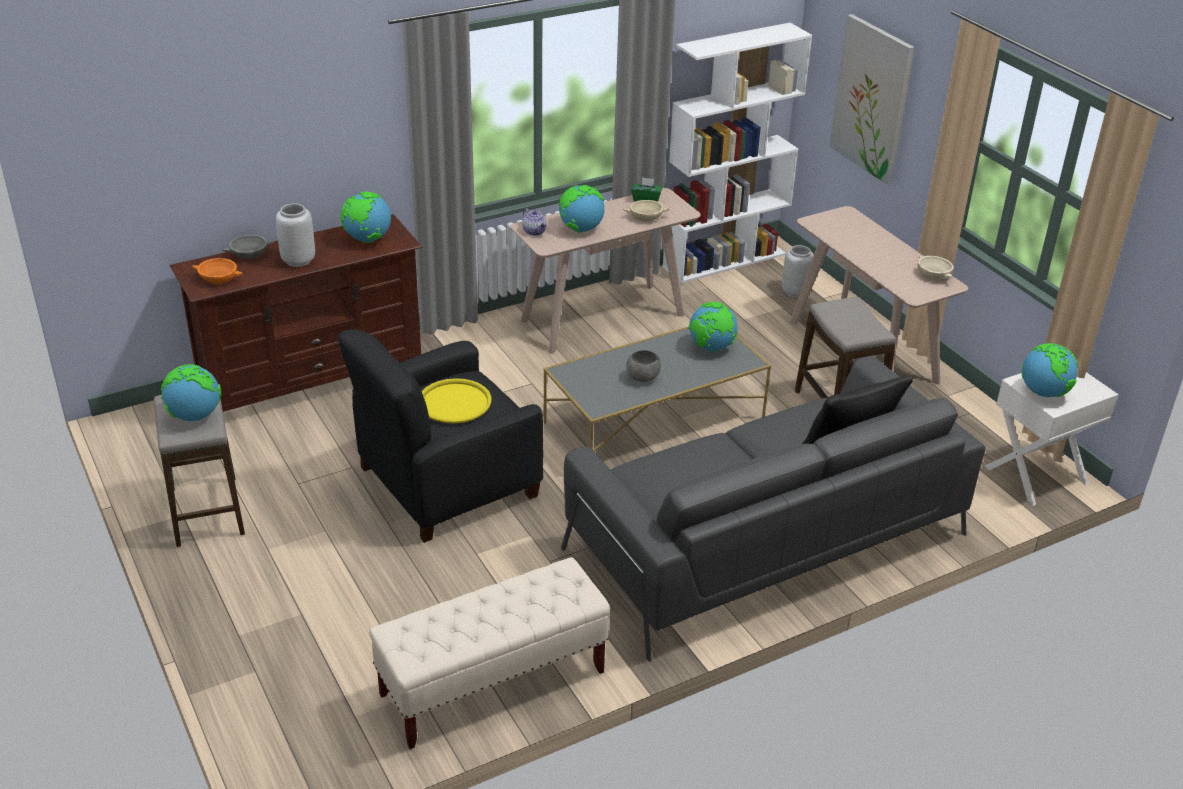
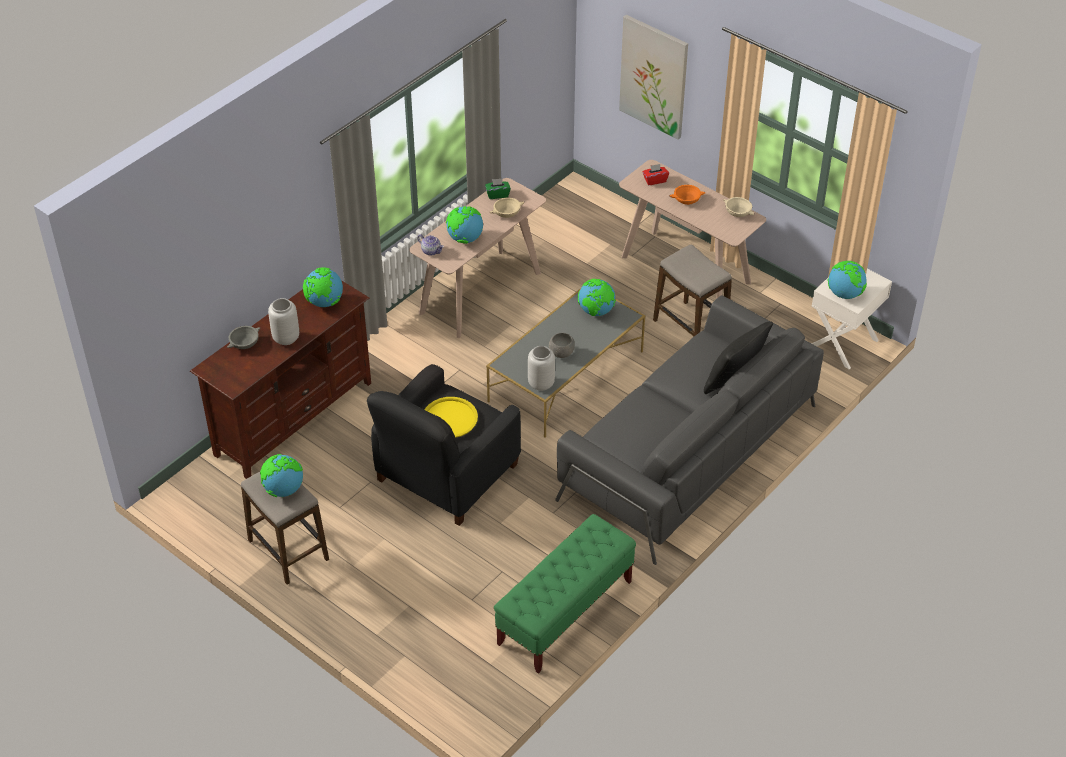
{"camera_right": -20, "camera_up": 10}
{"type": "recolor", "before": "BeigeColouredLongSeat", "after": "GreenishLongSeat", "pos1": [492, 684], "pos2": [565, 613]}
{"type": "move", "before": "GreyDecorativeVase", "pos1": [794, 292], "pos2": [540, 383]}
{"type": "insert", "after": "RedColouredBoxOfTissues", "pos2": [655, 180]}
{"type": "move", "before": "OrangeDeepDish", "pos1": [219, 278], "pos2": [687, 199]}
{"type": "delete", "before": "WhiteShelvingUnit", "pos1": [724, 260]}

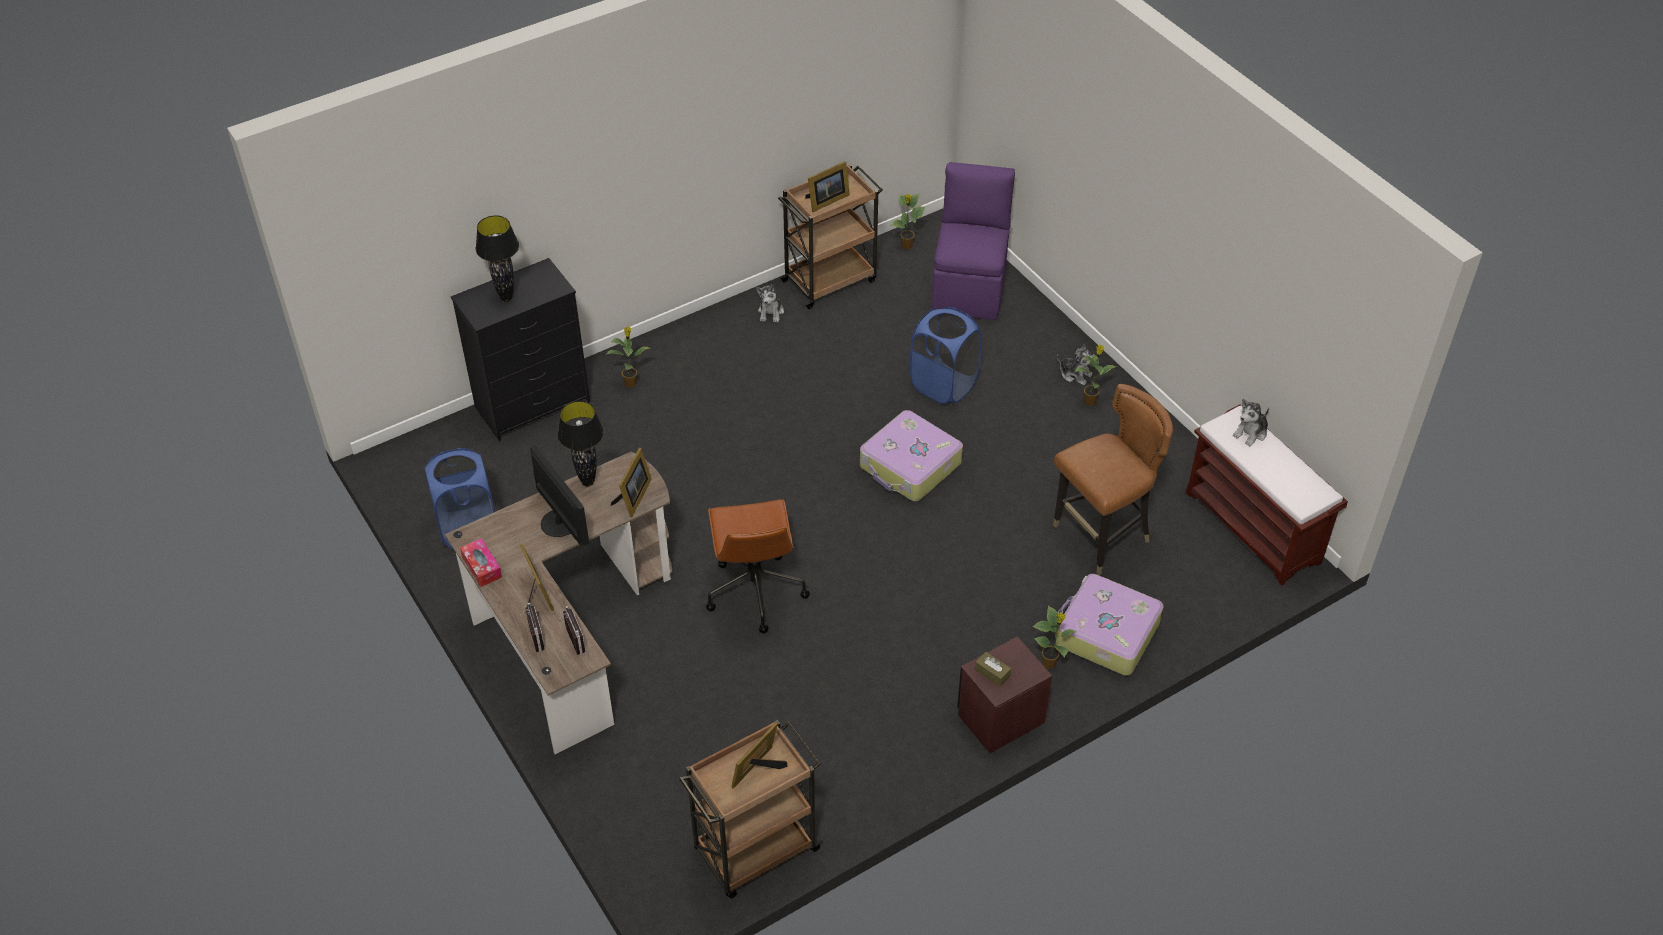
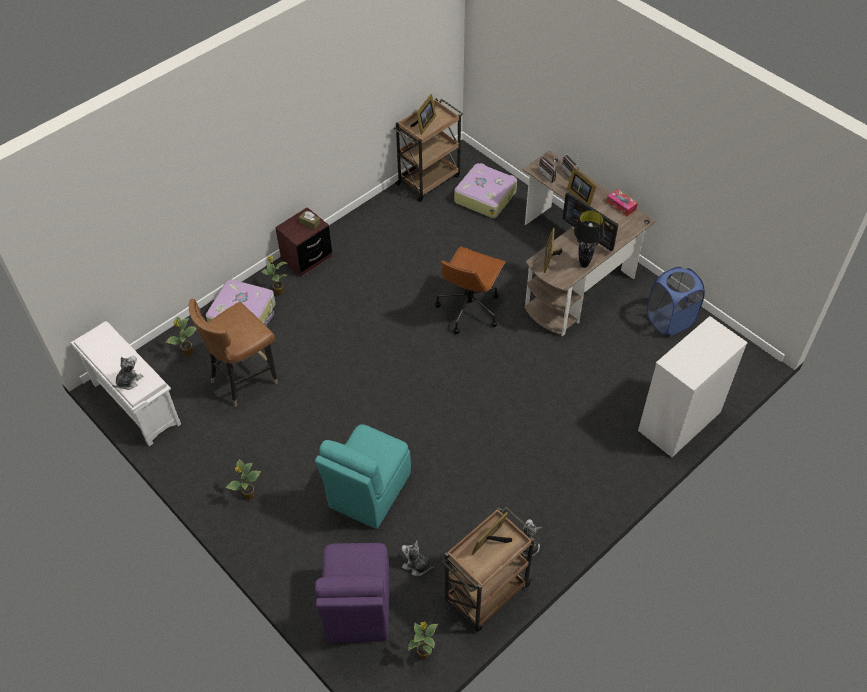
{"camera_right": 170, "camera_up": 5}
{"type": "recolor", "before": "BrownishLongSeat", "after": "WhiteLongSeat", "pos1": [1254, 528], "pos2": [135, 403]}
{"type": "move", "before": "PlantInAPot", "pos1": [631, 383], "pos2": [188, 353]}
{"type": "replace", "before": "BlueColouredLaundryBasket", "after": "TurquoiseColouredPlainChair", "pos1": [943, 385], "pos2": [368, 492]}
{"type": "move", "before": "SoftToy", "pos1": [1075, 374], "pos2": [416, 565]}
{"type": "rotate", "before": "BrownishComputerChair", "pos1": [755, 591], "pos2": [469, 308], "turn": -135}
{"type": "move", "before": "TravelCase", "pos1": [910, 466], "pos2": [485, 196]}
{"type": "recolor", "before": "BlackDresser", "after": "WhiteDresser", "pos1": [533, 404], "pos2": [679, 422]}
{"type": "delete", "before": "BlackTabletopLamp", "pos1": [506, 298]}

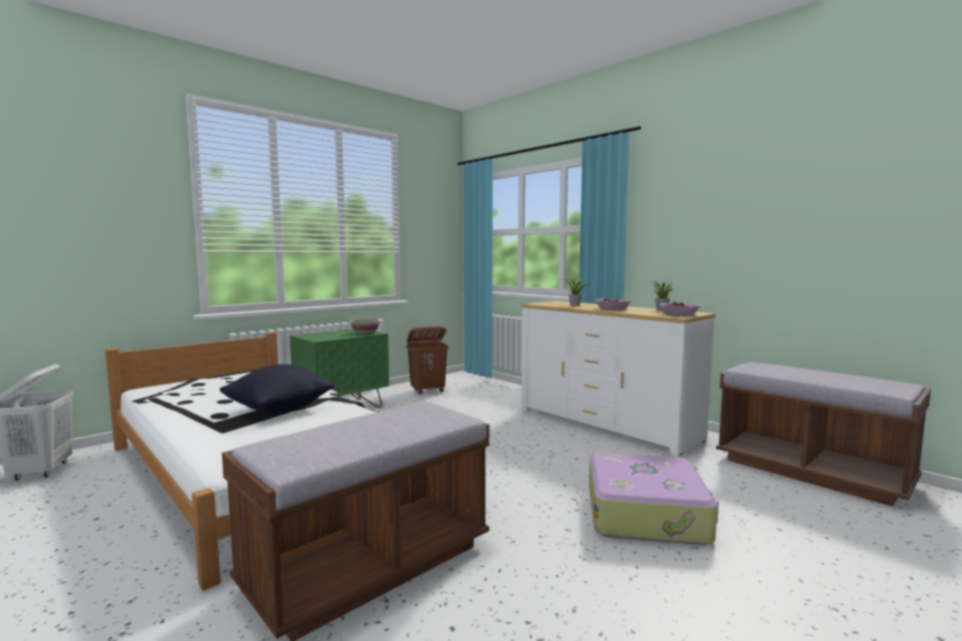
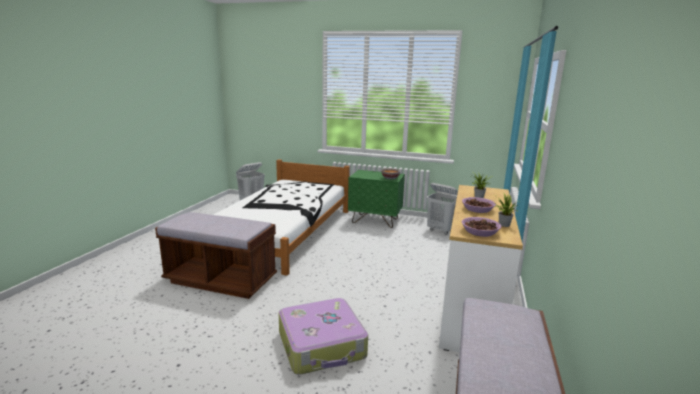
{"camera_right": 60, "camera_up": 10}
{"type": "recolor", "before": "BrownishLaundryBasket", "after": "WhiteLaundryBasket", "pos1": [428, 391], "pos2": [440, 230]}
{"type": "delete", "before": "BlackPillow", "pos1": [279, 409]}

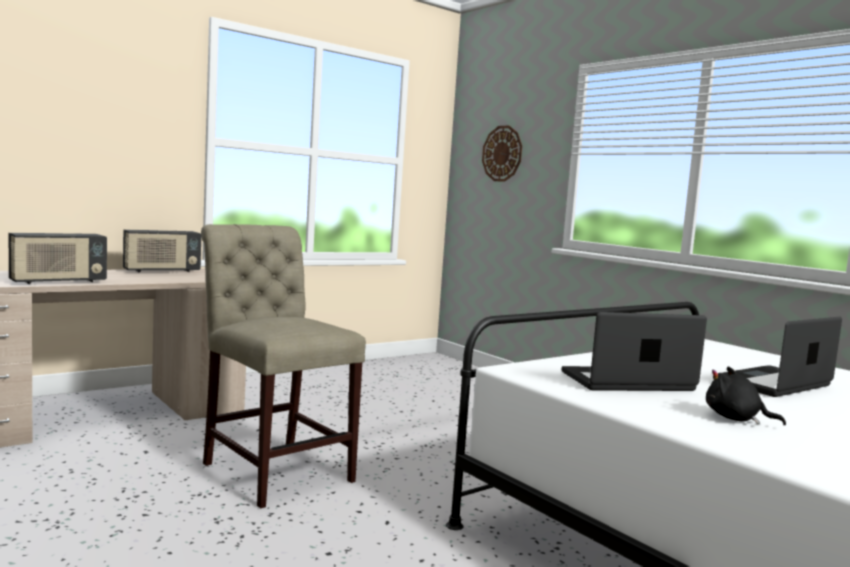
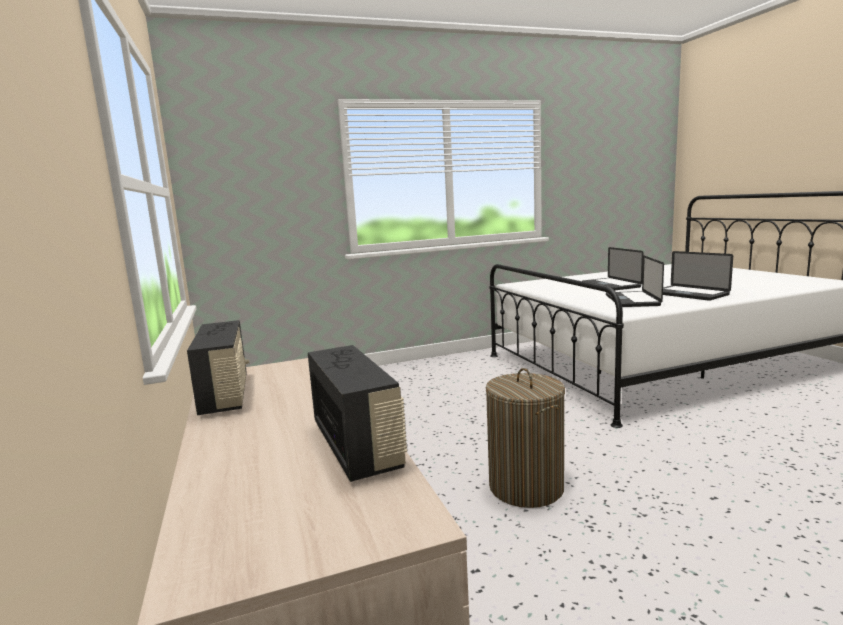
{"camera_right": -70, "camera_up": 5}
{"type": "replace", "before": "BeigeColouredPlainChair", "after": "LaundryBasket", "pos1": [274, 469], "pos2": [525, 487]}
{"type": "replace", "before": "BlackSoftToy", "after": "Laptop", "pos1": [736, 419], "pos2": [689, 294]}
{"type": "delete", "before": "WallClock", "pos1": [502, 153]}

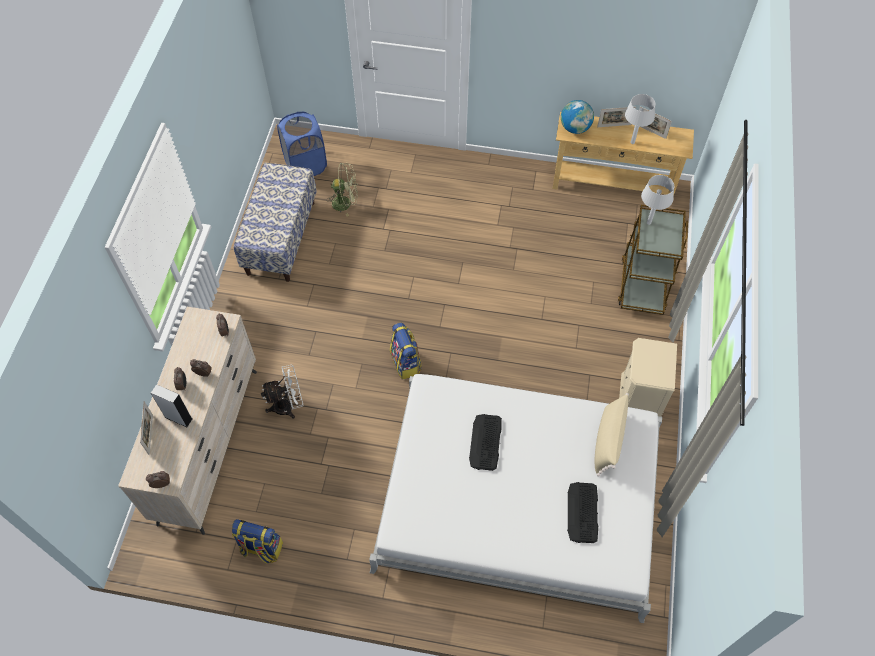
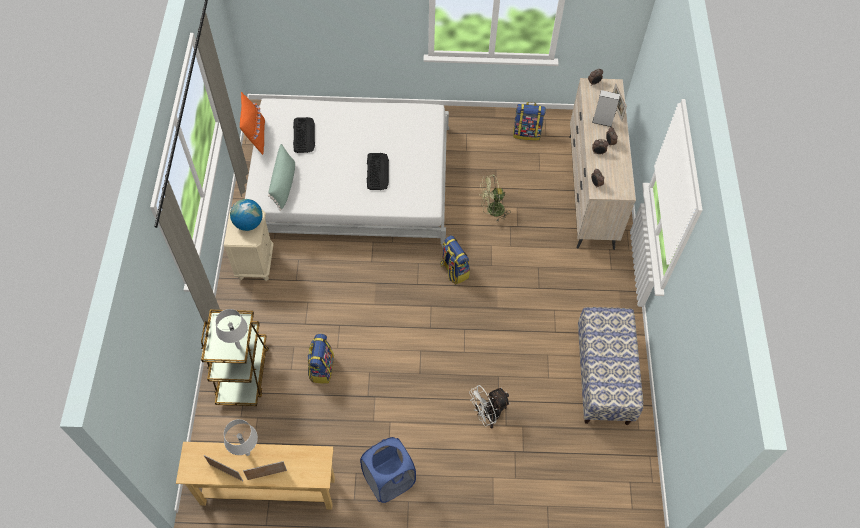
{"camera_right": 170, "camera_up": 0}
{"type": "move", "before": "Globe", "pos1": [575, 128], "pos2": [248, 223]}
{"type": "insert", "after": "OrangePillow", "pos2": [256, 137]}
{"type": "recolor", "before": "BeigeColouredPillow", "after": "GreenishPillow", "pos1": [608, 440], "pos2": [284, 184]}
{"type": "insert", "after": "Backpack", "pos2": [321, 368]}
{"type": "move", "before": "BlueColouredLaundryBasket", "pos1": [306, 165], "pos2": [389, 480]}
{"type": "move", "before": "WhiteCoolingFan", "pos1": [288, 406], "pos2": [487, 415]}
{"type": "move", "before": "GreenishCoolingFan", "pos1": [346, 203], "pos2": [491, 210]}

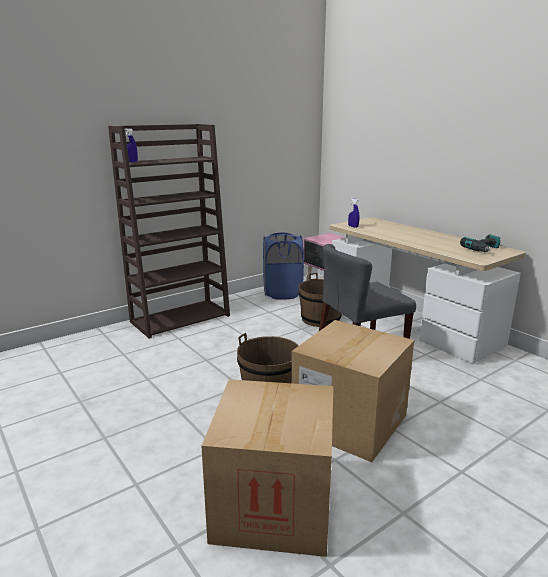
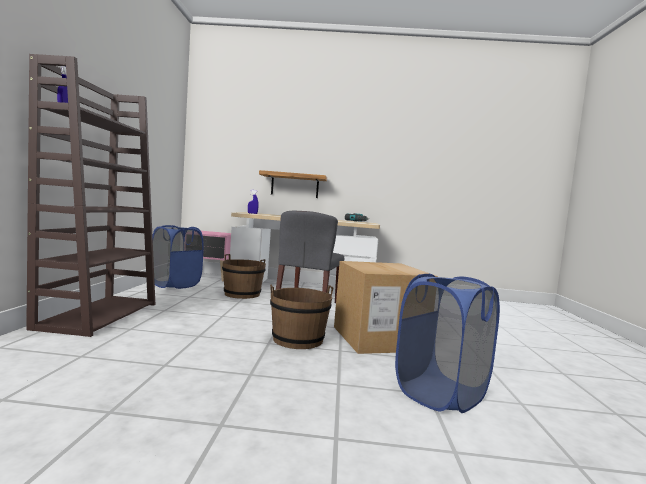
{"camera_right": -50, "camera_up": -15}
{"type": "insert", "after": "Shelf", "pos2": [295, 185]}
{"type": "replace", "before": "CardboardBox", "after": "BlueColouredLaundryBasket", "pos1": [273, 505], "pos2": [440, 394]}

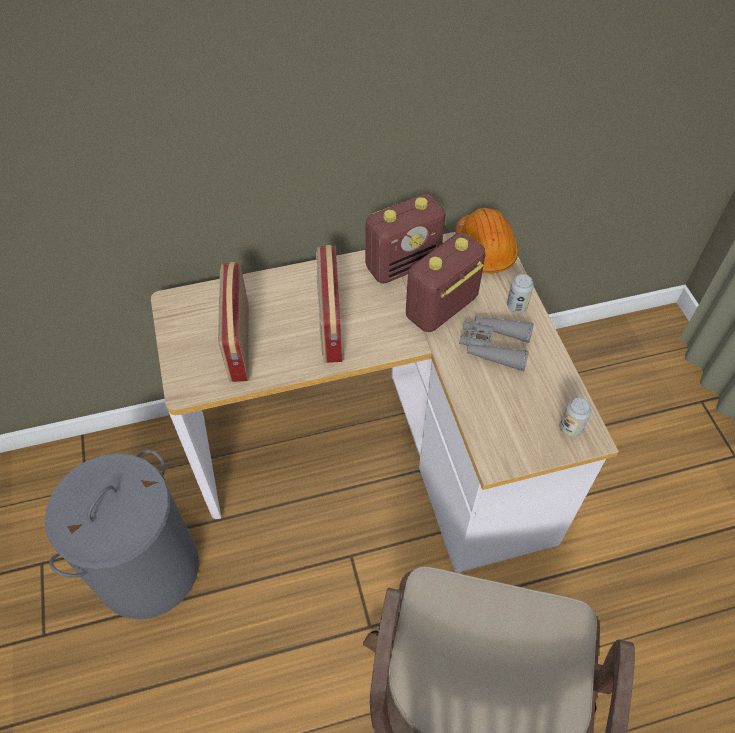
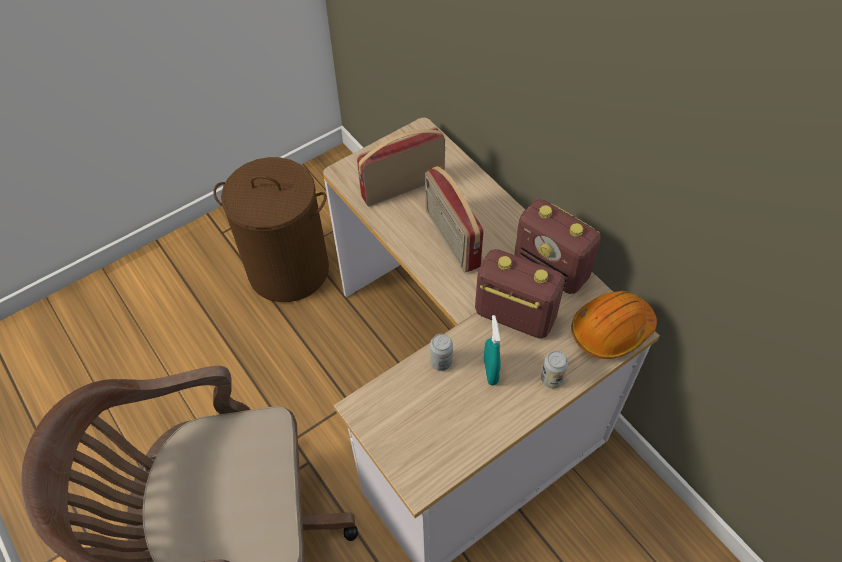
{"camera_right": 70, "camera_up": 0}
{"type": "recolor", "before": "GreyLaundryBasket", "after": "BrownishLaundryBasket", "pos1": [149, 568], "pos2": [289, 269]}
{"type": "rotate", "before": "RadioReceiver", "pos1": [330, 325], "pos2": [451, 239], "turn": -90}
{"type": "move", "before": "MetalCan", "pos1": [570, 428], "pos2": [441, 362]}
{"type": "replace", "before": "GreyBinoculars", "after": "TurquoiseColouredSprayBottle", "pos1": [493, 346], "pos2": [490, 372]}

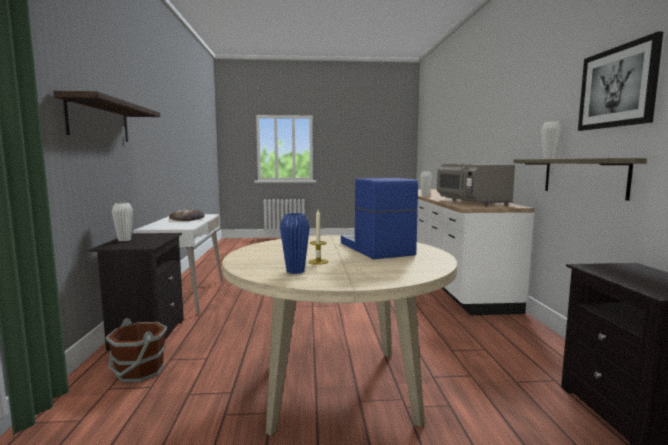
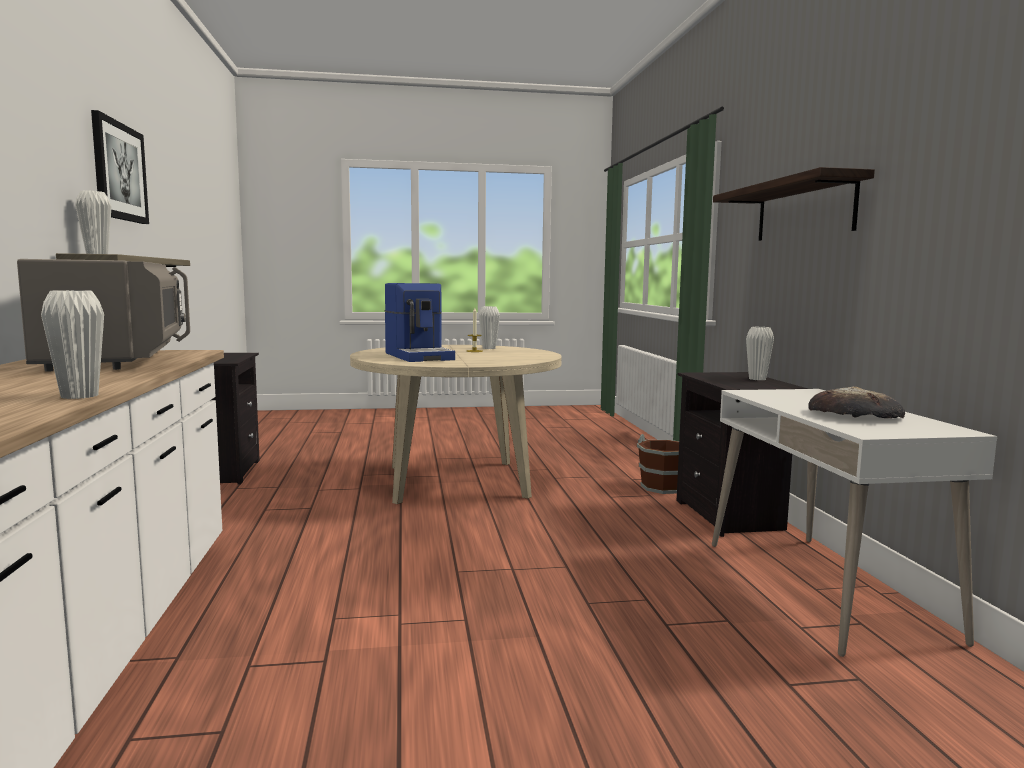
{"camera_right": 175, "camera_up": 0}
{"type": "recolor", "before": "BlueColouredDecorativeVase", "after": "WhiteDecorativeVase", "pos1": [295, 271], "pos2": [489, 348]}

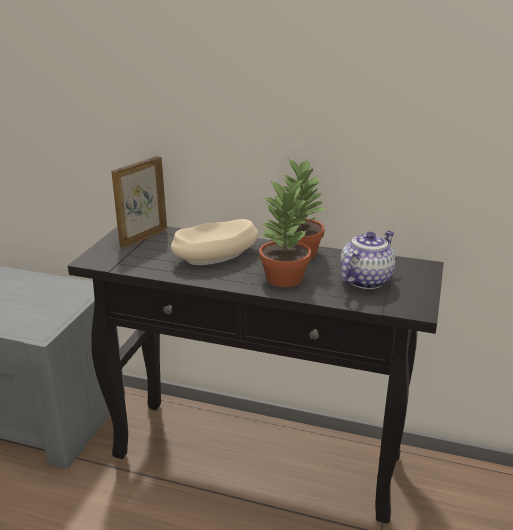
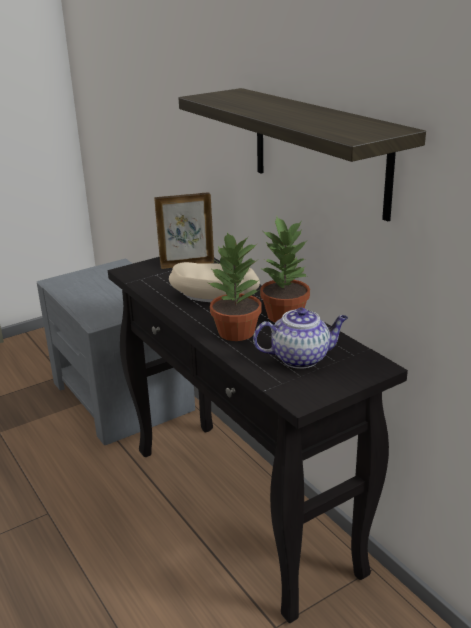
{"camera_right": 40, "camera_up": 0}
{"type": "insert", "after": "Shelf", "pos2": [319, 151]}

